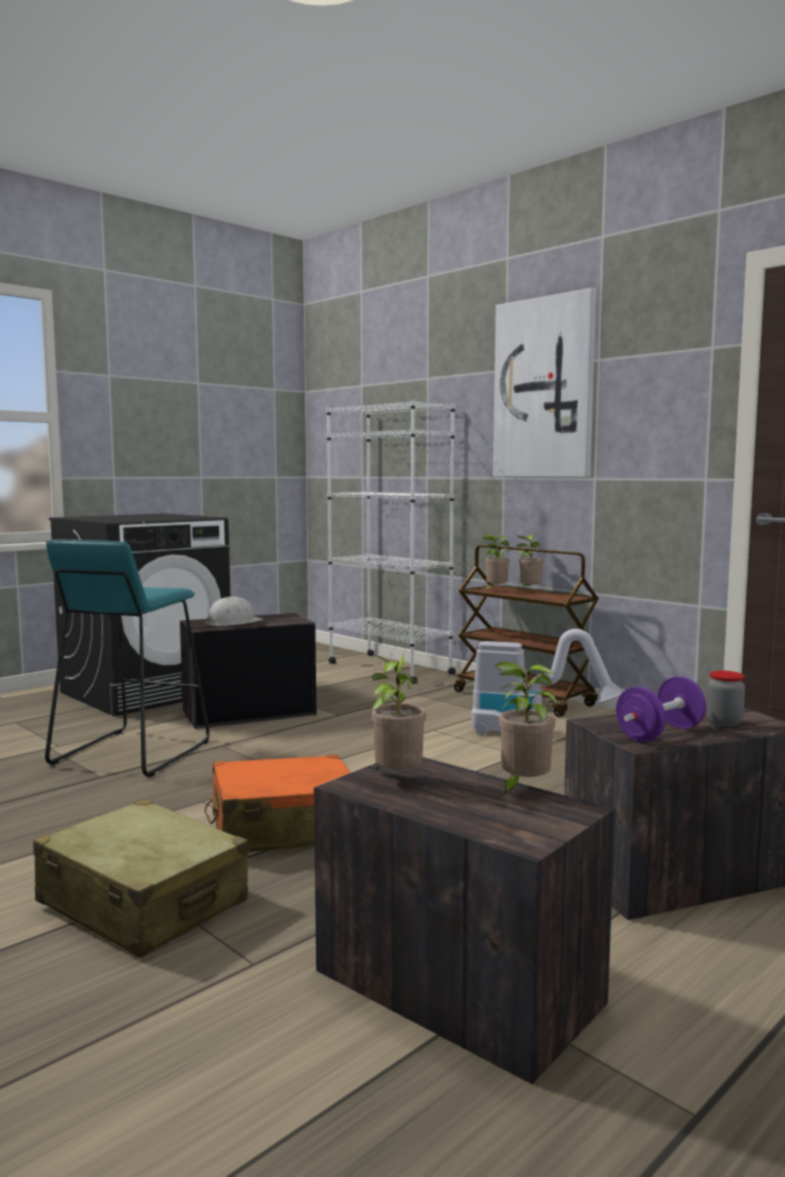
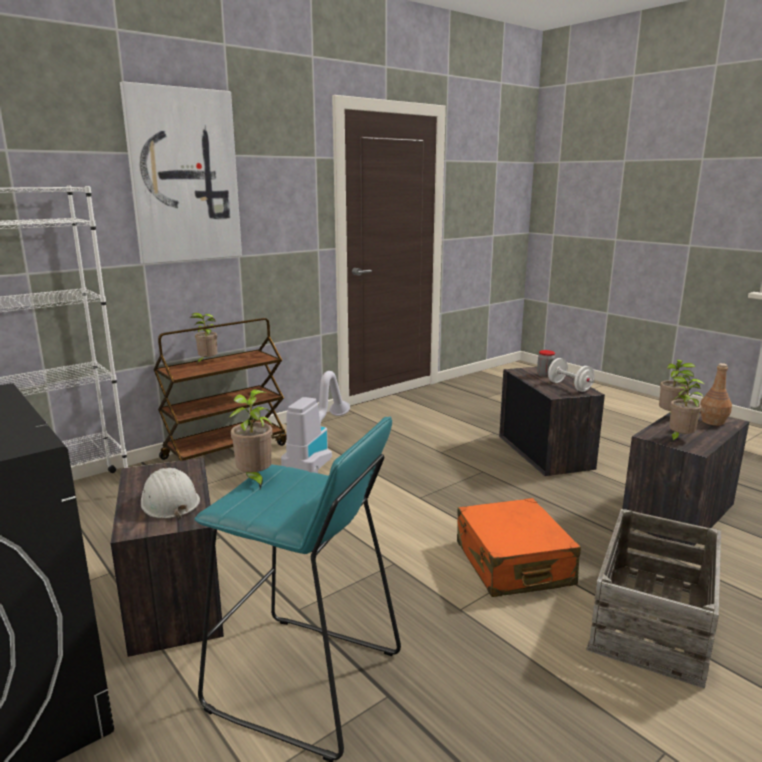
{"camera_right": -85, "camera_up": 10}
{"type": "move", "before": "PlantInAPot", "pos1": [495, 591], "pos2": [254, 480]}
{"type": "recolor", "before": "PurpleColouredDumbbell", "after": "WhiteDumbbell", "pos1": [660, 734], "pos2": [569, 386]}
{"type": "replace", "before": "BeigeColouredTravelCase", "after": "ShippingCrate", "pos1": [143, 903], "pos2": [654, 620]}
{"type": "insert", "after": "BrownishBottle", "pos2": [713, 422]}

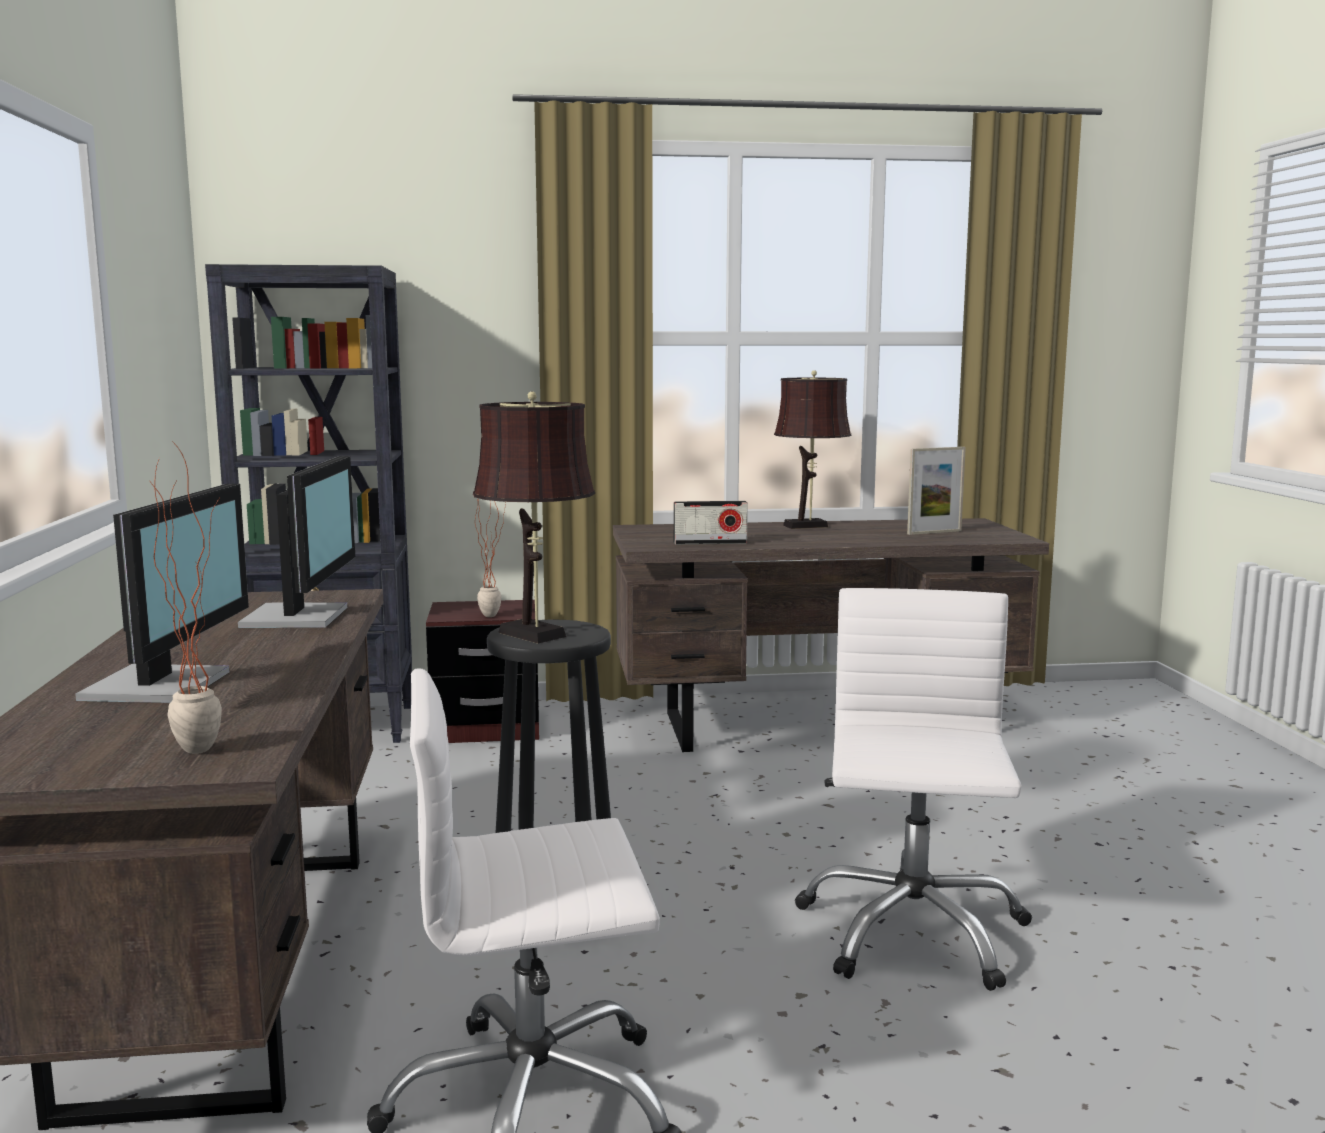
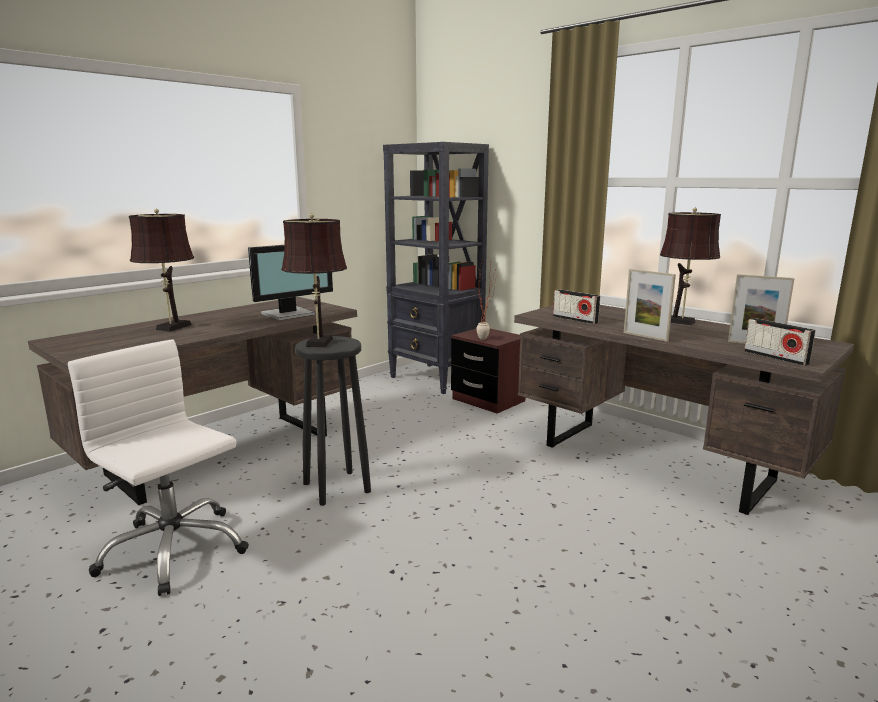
{"camera_right": 50, "camera_up": 5}
{"type": "replace", "before": "Monitor", "after": "BrownishTabletopLamp", "pos1": [163, 685], "pos2": [171, 328]}
{"type": "insert", "after": "StandingFrame", "pos2": [645, 336]}
{"type": "insert", "after": "RadioReceiver", "pos2": [775, 357]}
{"type": "delete", "before": "PlantInAPot", "pos1": [204, 745]}
{"type": "delete", "before": "WhiteComputerChair", "pos1": [911, 931]}

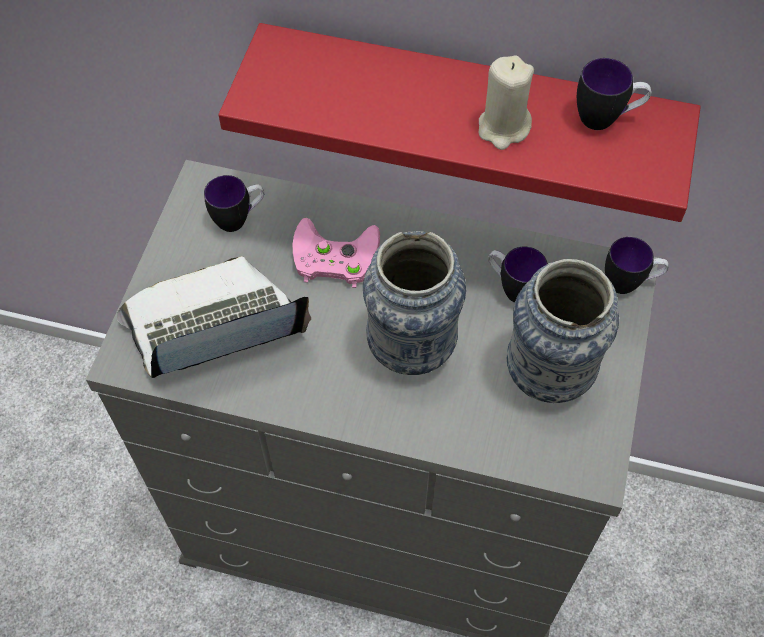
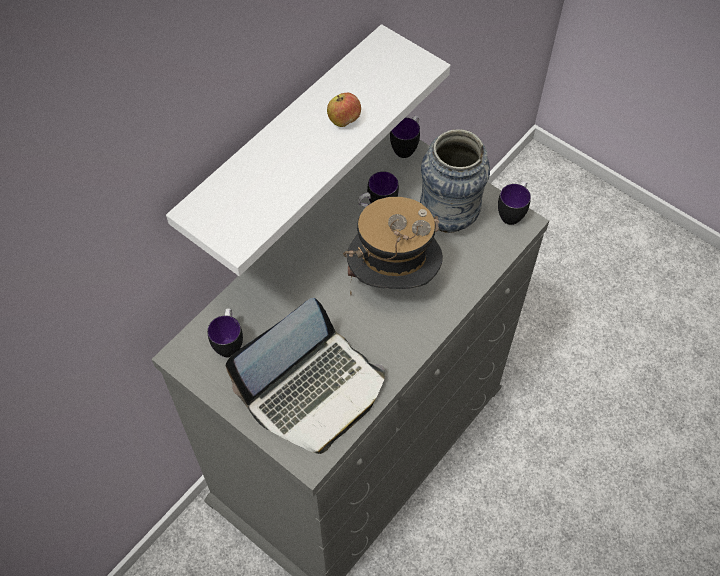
{"camera_right": -65, "camera_up": 0}
{"type": "recolor", "before": "RedColouredShelf", "after": "WhiteShelf", "pos1": [469, 109], "pos2": [283, 144]}
{"type": "rotate", "before": "Laptop", "pos1": [214, 328], "pos2": [314, 391], "turn": -135}
{"type": "replace", "before": "BeigeColouredCandle", "after": "AppleFruit", "pos1": [503, 128], "pos2": [344, 120]}
{"type": "replace", "before": "DecorativeVase", "after": "Hat", "pos1": [411, 349], "pos2": [392, 280]}
{"type": "move", "before": "TeaMug", "pos1": [606, 119], "pos2": [512, 212]}
{"type": "delete", "before": "PinkGamepad", "pos1": [331, 258]}

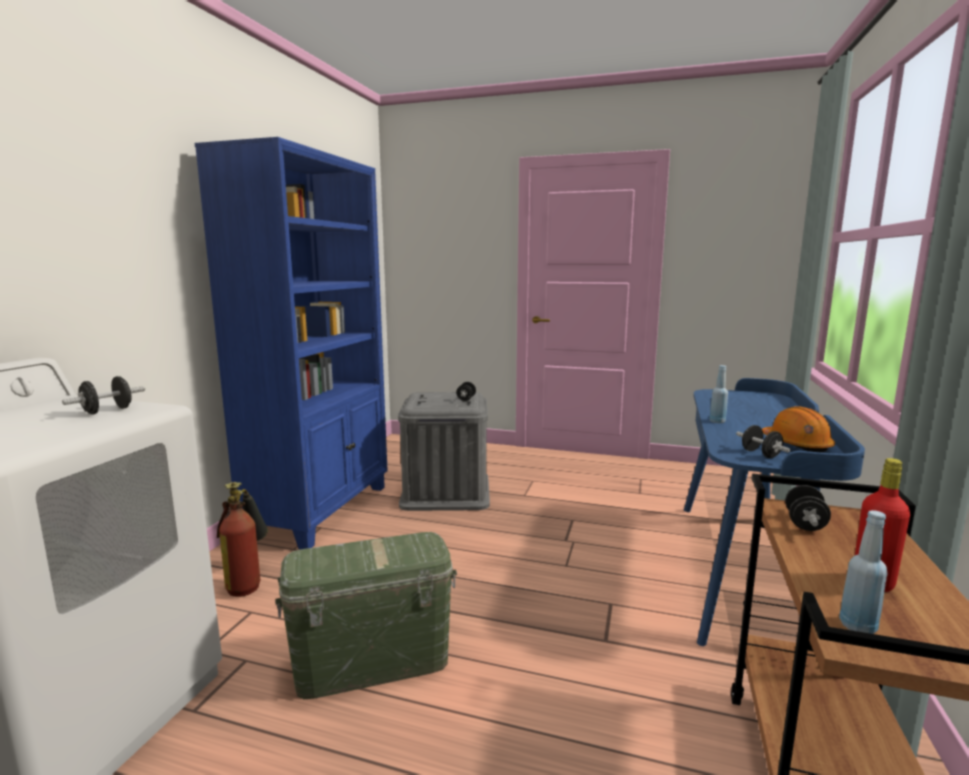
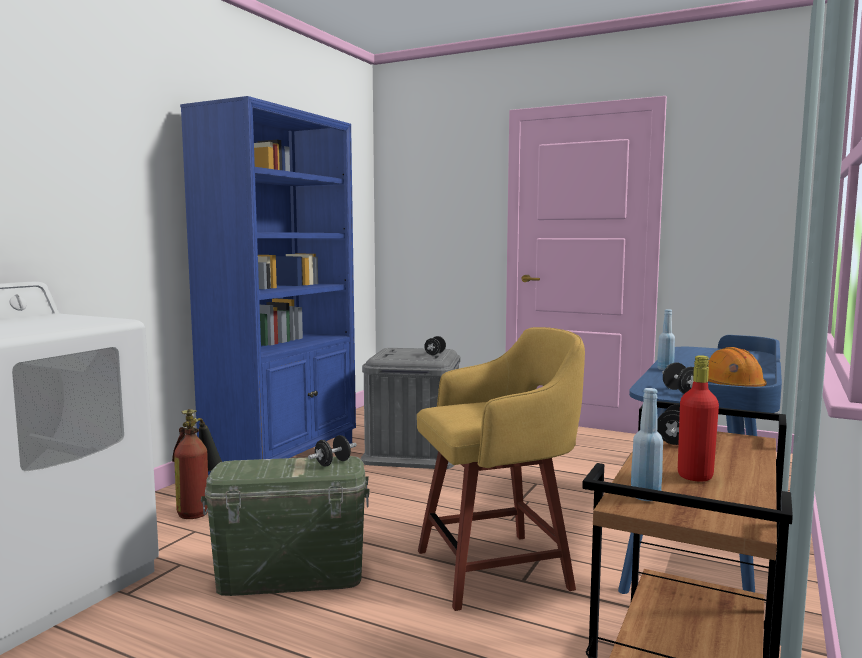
{"camera_right": 10, "camera_up": -5}
{"type": "move", "before": "BlackDumbbell", "pos1": [107, 411], "pos2": [333, 463]}
{"type": "insert", "after": "YellowSittingStool", "pos2": [498, 569]}

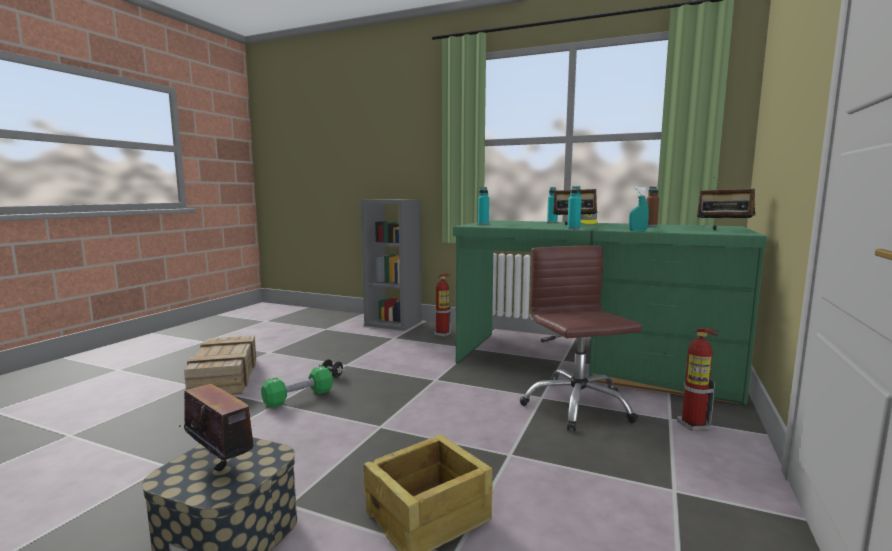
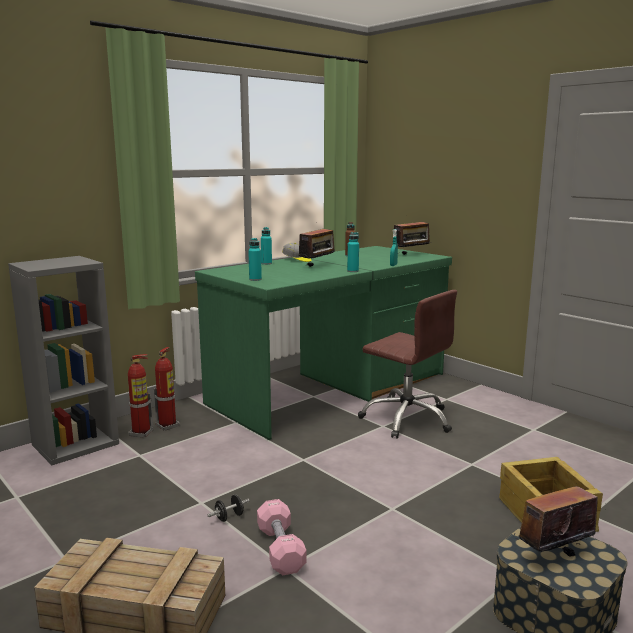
{"camera_right": -65, "camera_up": 5}
{"type": "move", "before": "FireFightingCylinder", "pos1": [693, 425], "pos2": [141, 433]}
{"type": "recolor", "before": "GreenishDumbbell", "after": "PinkDumbbell", "pos1": [298, 398], "pos2": [280, 549]}
{"type": "rotate", "before": "BrownishComputerChair", "pos1": [577, 405], "pos2": [407, 418], "turn": -150}

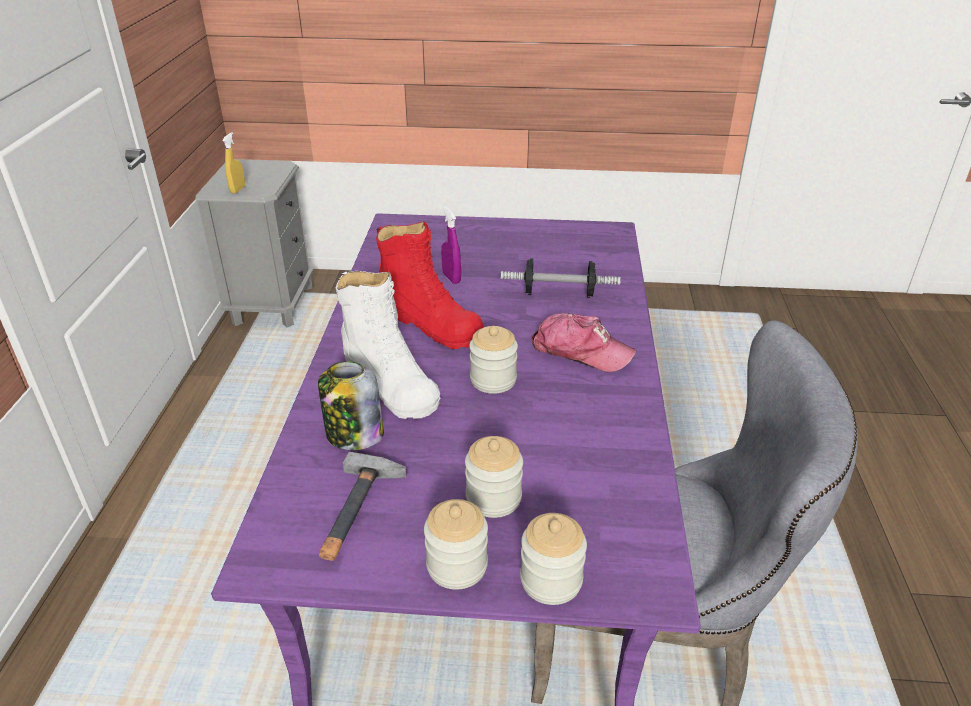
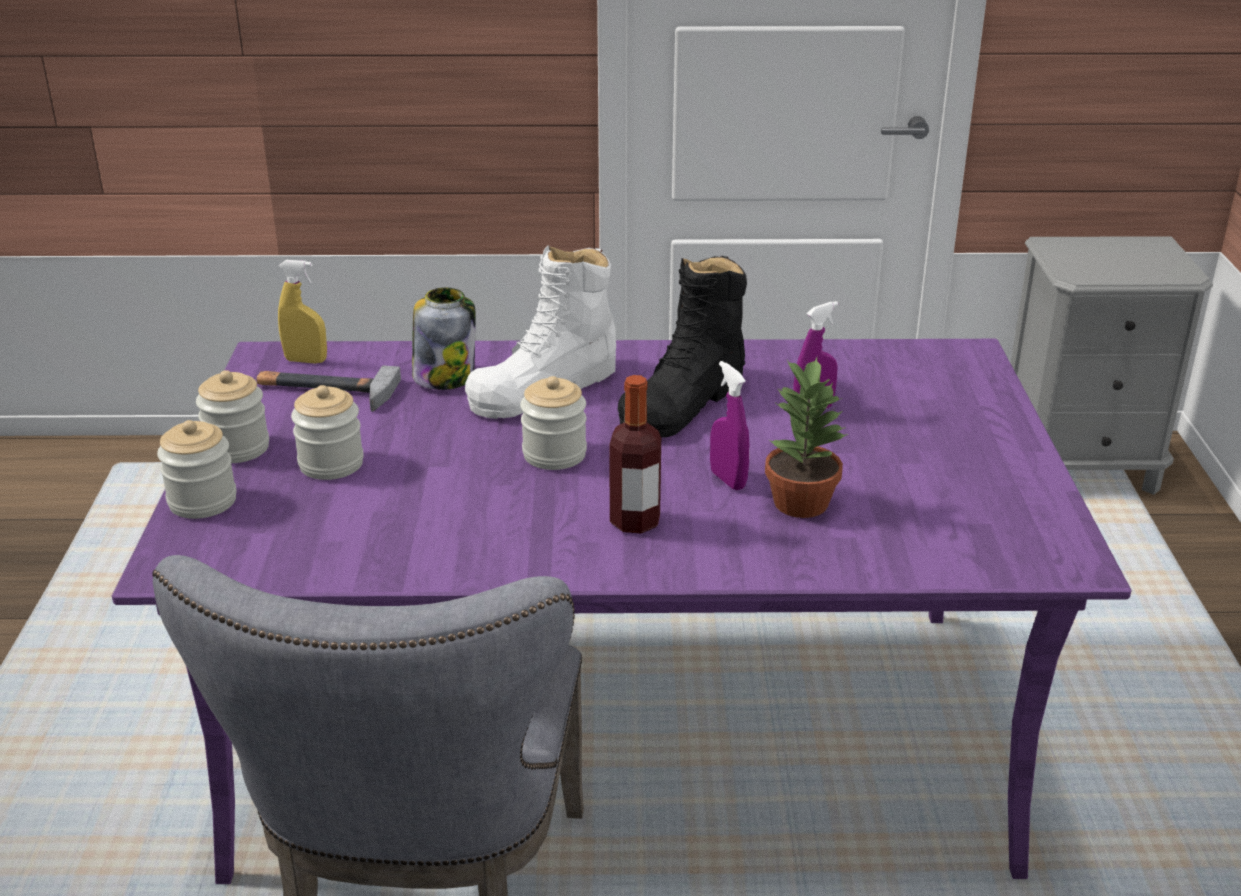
{"camera_right": 85, "camera_up": -5}
{"type": "move", "before": "YellowSprayBottle", "pos1": [238, 189], "pos2": [306, 361]}
{"type": "replace", "before": "BaseballCap", "after": "Bottle", "pos1": [581, 351], "pos2": [635, 522]}
{"type": "recolor", "before": "RedColouredTallBoot", "after": "BlackTallBoot", "pos1": [429, 322], "pos2": [684, 402]}
{"type": "insert", "after": "PurpleColouredSprayBottle", "pos2": [728, 480]}
{"type": "replace", "before": "Dumbbell", "after": "PlantInAPot", "pos1": [559, 293], "pos2": [800, 502]}

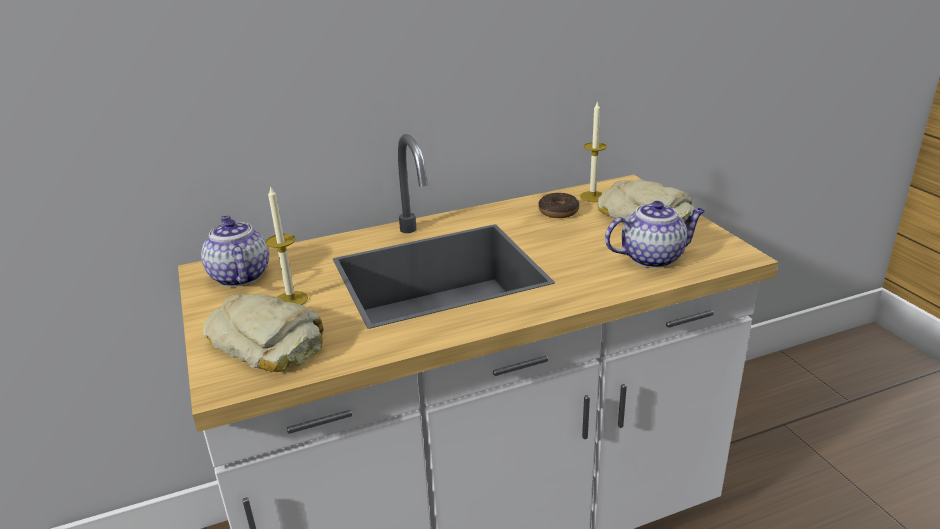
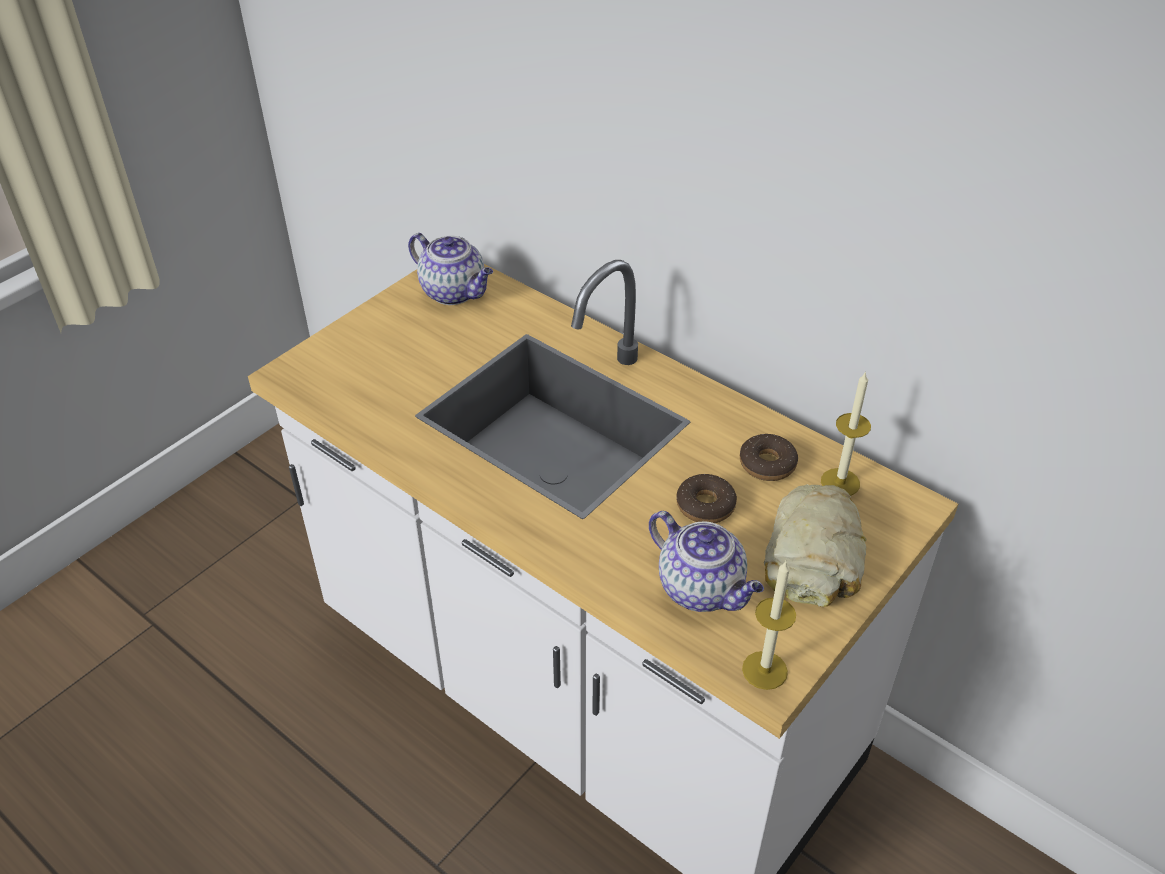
{"camera_right": 60, "camera_up": 15}
{"type": "rotate", "before": "TeaPot", "pos1": [239, 276], "pos2": [455, 292], "turn": 90}
{"type": "insert", "after": "Donut", "pos2": [705, 505]}
{"type": "move", "before": "Candle", "pos1": [291, 300], "pos2": [764, 670]}
{"type": "delete", "before": "BakeryBread", "pos1": [267, 343]}

